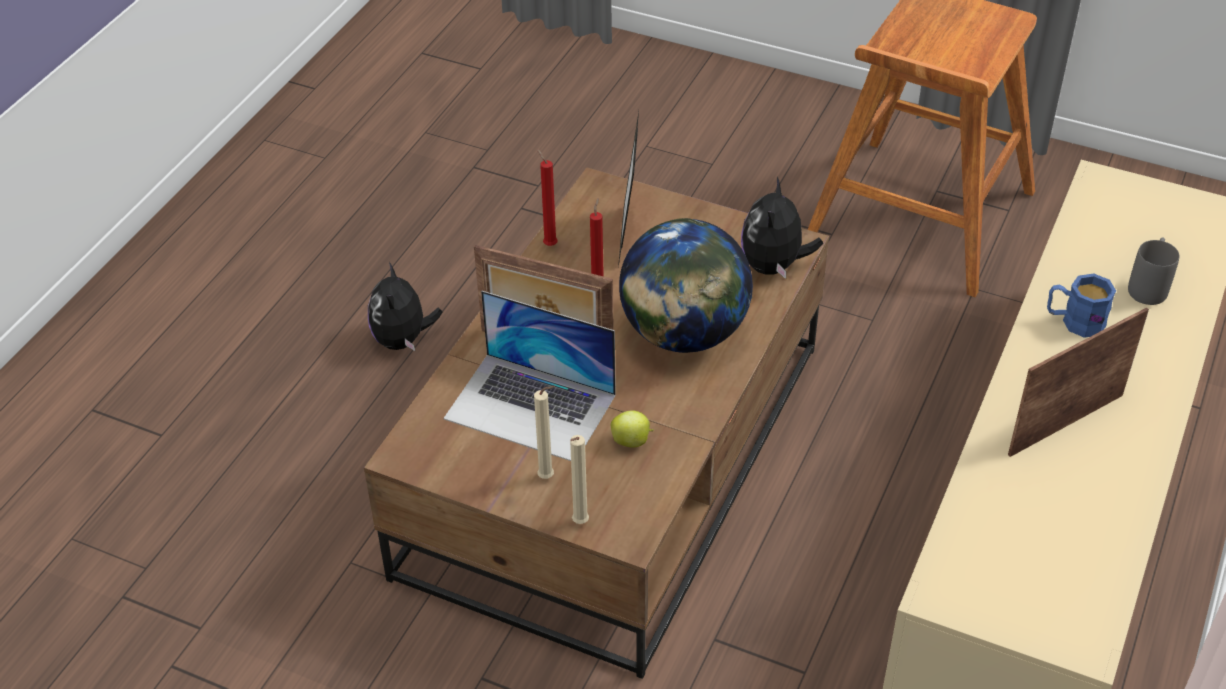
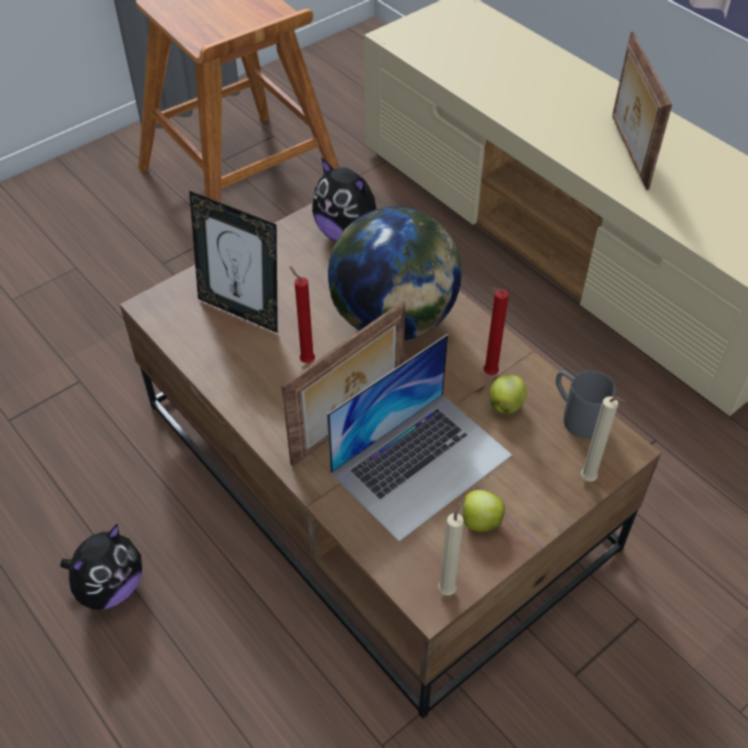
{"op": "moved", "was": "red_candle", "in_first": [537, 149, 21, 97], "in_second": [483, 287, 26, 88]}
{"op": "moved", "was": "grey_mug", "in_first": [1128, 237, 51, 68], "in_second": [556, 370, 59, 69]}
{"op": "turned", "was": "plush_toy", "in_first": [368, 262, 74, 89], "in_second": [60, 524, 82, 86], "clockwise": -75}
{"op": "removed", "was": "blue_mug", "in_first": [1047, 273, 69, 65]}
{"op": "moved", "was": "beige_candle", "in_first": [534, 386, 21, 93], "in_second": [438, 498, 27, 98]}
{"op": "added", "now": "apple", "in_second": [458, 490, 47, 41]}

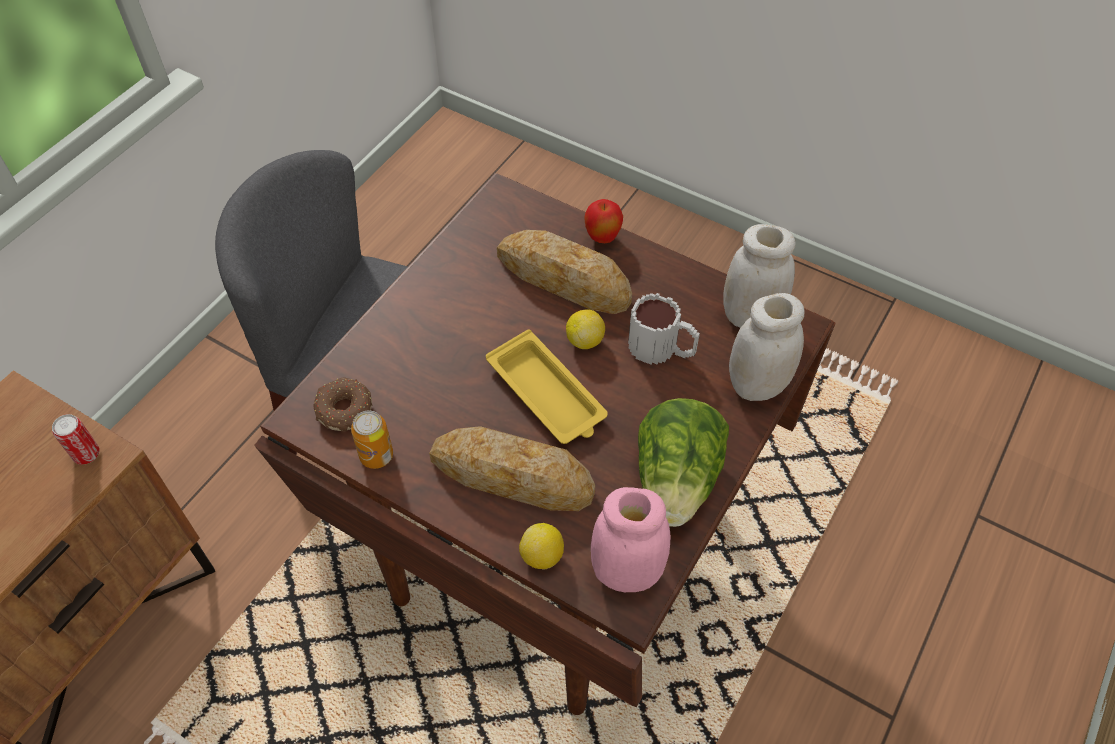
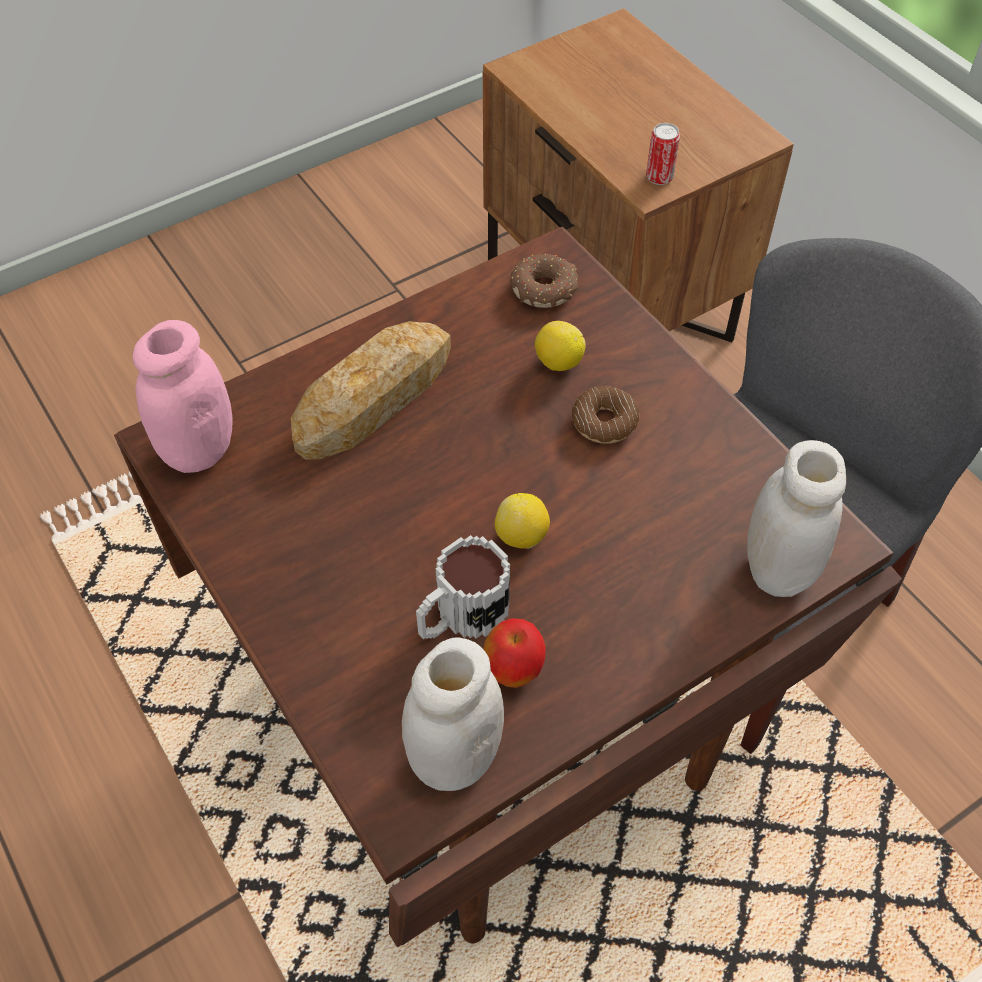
{"op": "moved", "was": "apple", "in_first": [584, 199, 39, 44], "in_second": [483, 618, 63, 70]}
{"op": "removed", "was": "bread", "in_first": [497, 230, 135, 84]}
{"op": "moved", "was": "white_jar", "in_first": [729, 293, 75, 108], "in_second": [747, 440, 99, 157]}
{"op": "removed", "was": "yellow_tray", "in_first": [486, 330, 122, 114]}
{"op": "removed", "was": "lettuce", "in_first": [638, 398, 91, 129]}
{"op": "removed", "was": "can", "in_first": [351, 410, 42, 59]}
{"op": "moved", "was": "lemon", "in_first": [519, 523, 45, 47], "in_second": [535, 321, 51, 50]}
{"op": "added", "now": "donut", "in_second": [572, 386, 67, 58]}

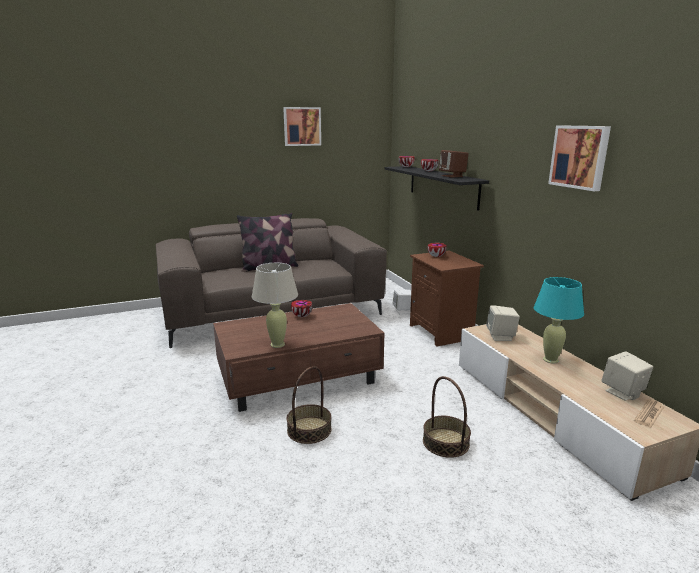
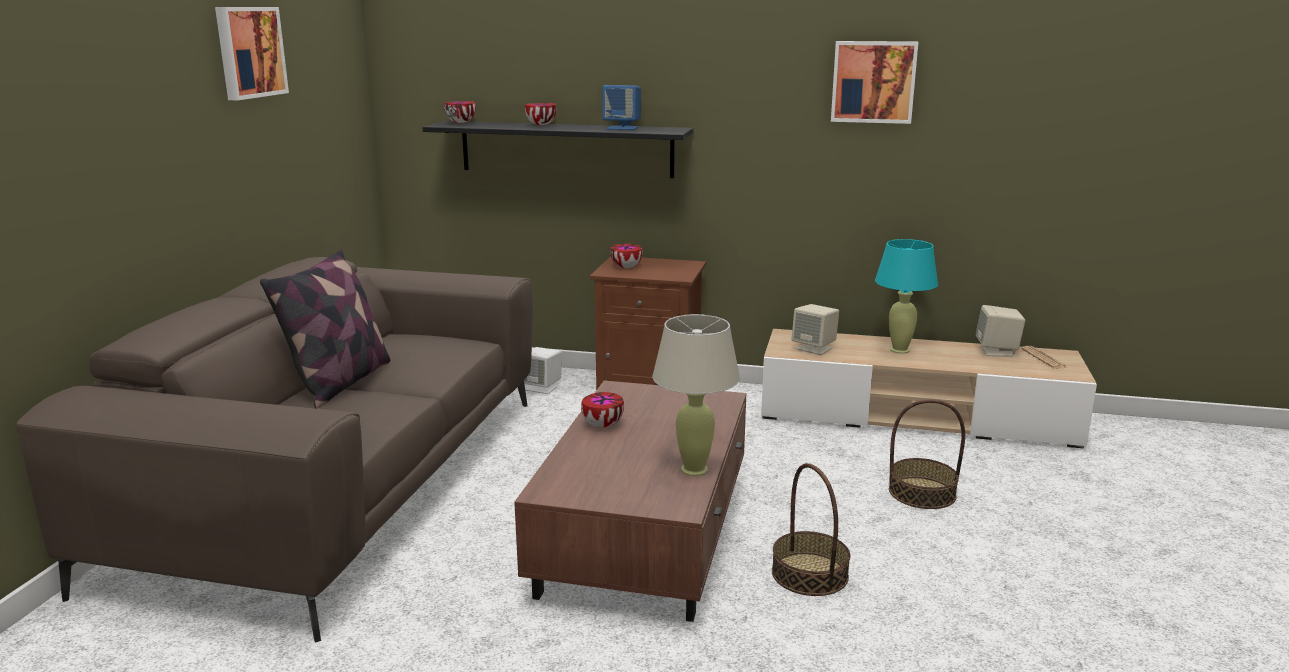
{"op": "recoloured", "was": "brown_speaker", "now": "blue_speaker", "in_first": [439, 150, 30, 28], "in_second": [602, 85, 39, 45]}

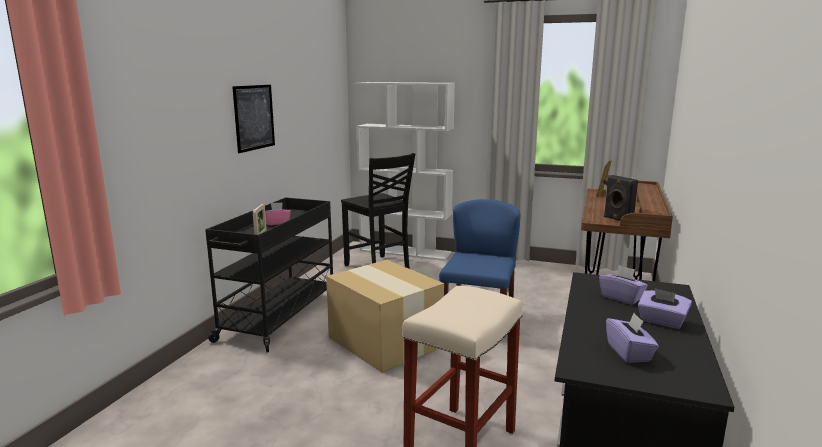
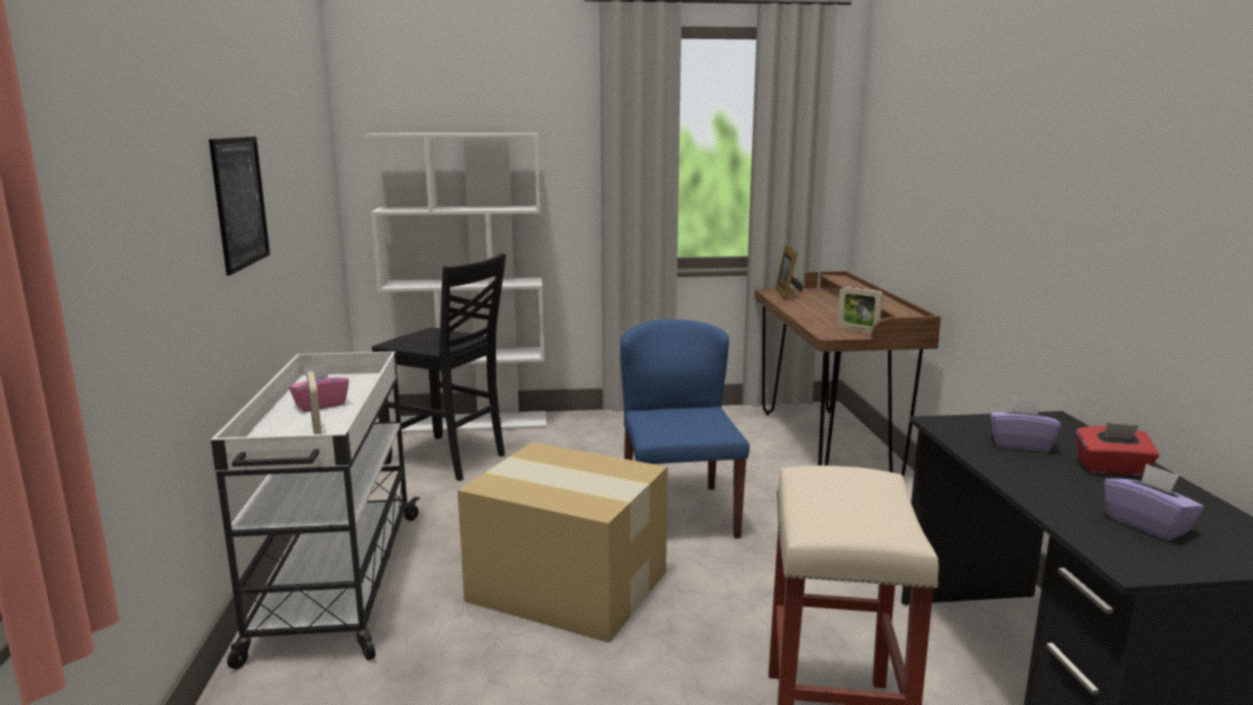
{"op": "replaced", "was": "black_speaker", "now": "picture_frame", "in_first": [604, 175, 34, 46], "in_second": [837, 287, 46, 46]}
{"op": "recoloured", "was": "black_cart", "now": "white_cart", "in_first": [205, 197, 128, 156], "in_second": [211, 351, 209, 318]}
{"op": "recoloured", "was": "purple_tissue_box", "now": "red_tissue_box", "in_first": [638, 288, 54, 41], "in_second": [1076, 423, 83, 53]}

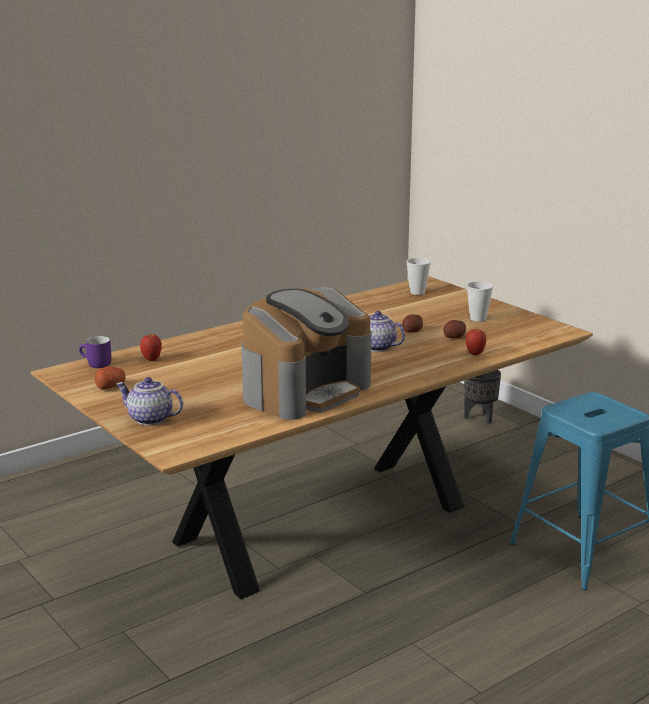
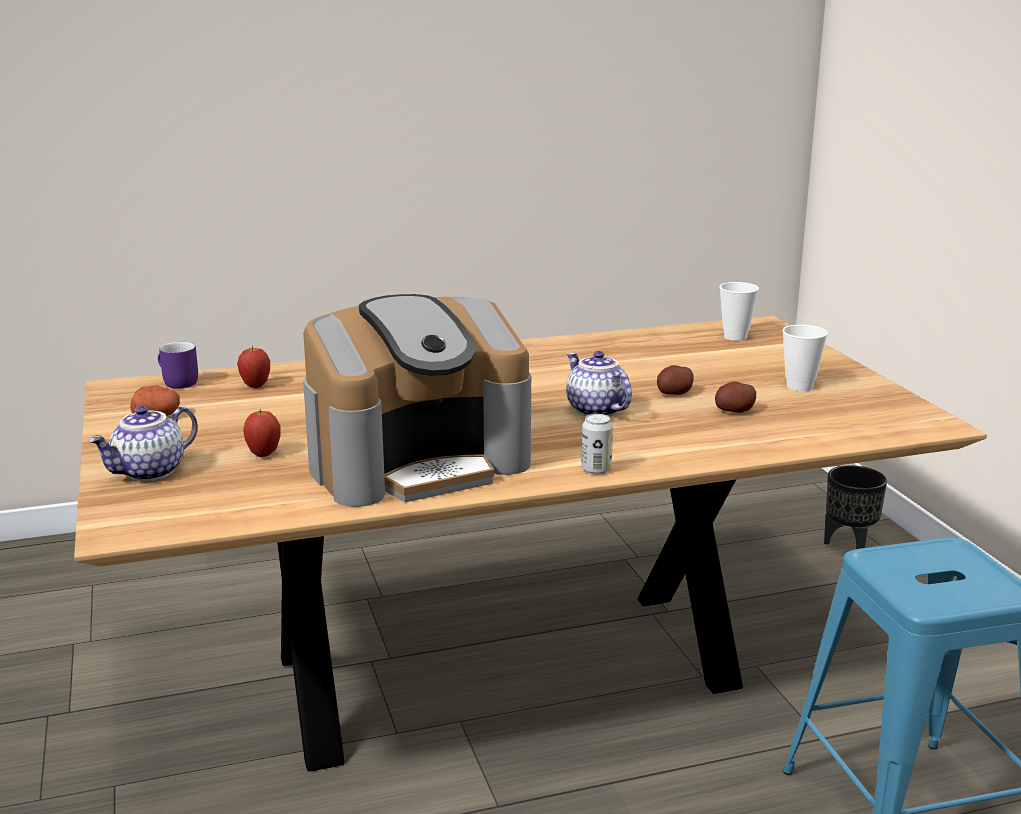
{"op": "moved", "was": "apple", "in_first": [466, 328, 21, 28], "in_second": [243, 410, 38, 47]}
{"op": "turned", "was": "teapot", "in_first": [116, 377, 67, 48], "in_second": [88, 406, 110, 75], "clockwise": -90}
{"op": "added", "now": "can", "in_second": [581, 414, 32, 61]}

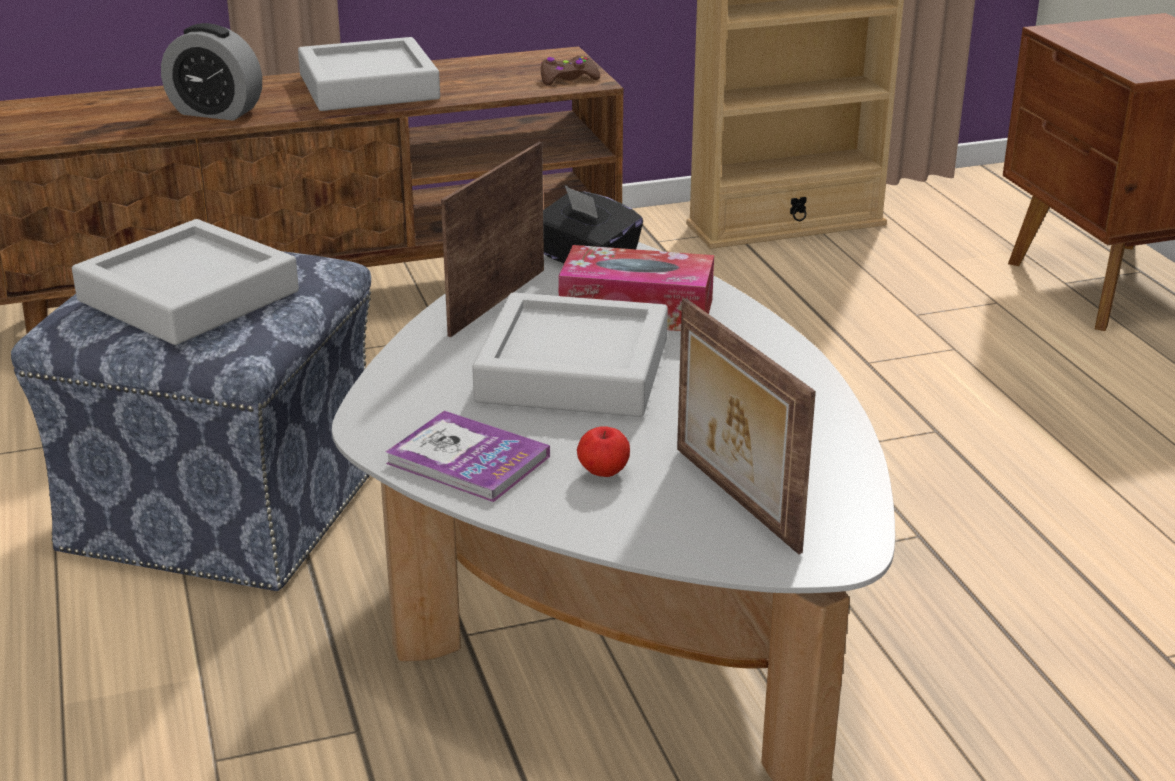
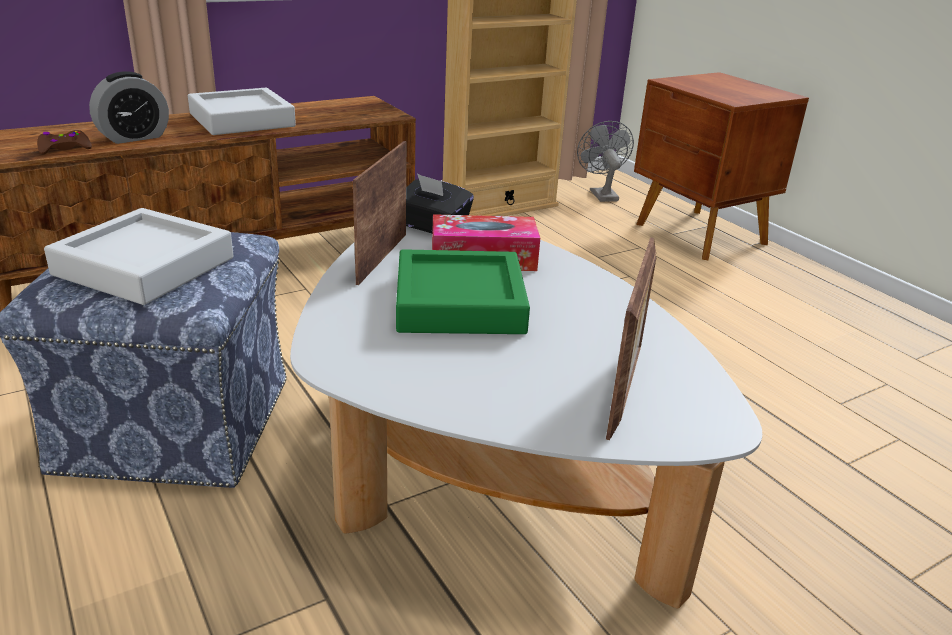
{"op": "turned", "was": "alarm_clock", "in_first": [161, 23, 101, 98], "in_second": [89, 71, 80, 73], "clockwise": -45}
{"op": "moved", "was": "brown_game_controller", "in_first": [541, 56, 59, 29], "in_second": [37, 130, 55, 24]}
{"op": "recoloured", "was": "grey_tray", "now": "green_tray", "in_first": [472, 293, 196, 124], "in_second": [396, 249, 134, 85]}
{"op": "turned", "was": "picture_frame", "in_first": [677, 298, 139, 256], "in_second": [606, 237, 50, 203], "clockwise": -120}
{"op": "removed", "was": "book", "in_first": [386, 411, 164, 91]}
{"op": "removed", "was": "apple", "in_first": [577, 426, 53, 51]}
{"op": "added", "now": "grey_fan", "in_second": [577, 121, 57, 81]}

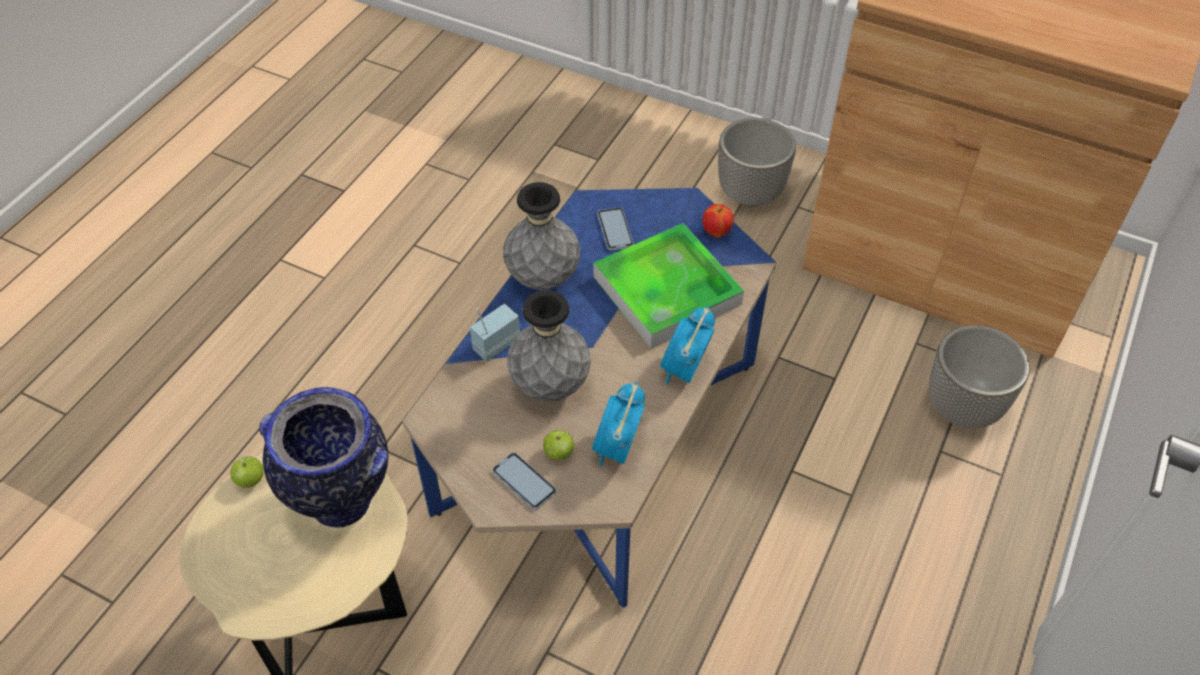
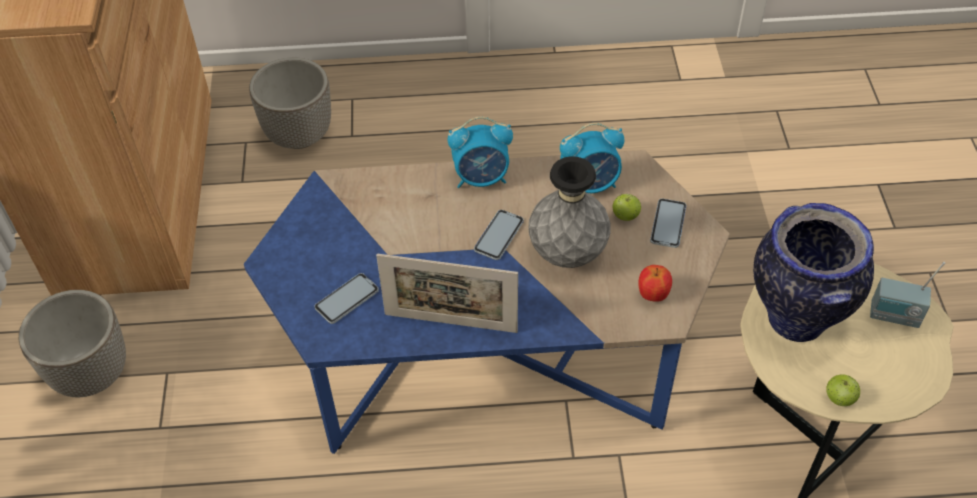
{"op": "replaced", "was": "grey_vase", "now": "picture_frame", "in_first": [503, 182, 77, 108], "in_second": [376, 253, 142, 80]}
{"op": "moved", "was": "apple", "in_first": [702, 204, 32, 34], "in_second": [638, 265, 34, 37]}
{"op": "removed", "was": "tray", "in_first": [593, 223, 151, 125]}
{"op": "moved", "was": "radio", "in_first": [470, 304, 50, 58], "in_second": [870, 262, 75, 66]}
{"op": "added", "now": "phone", "in_second": [474, 210, 50, 50]}

